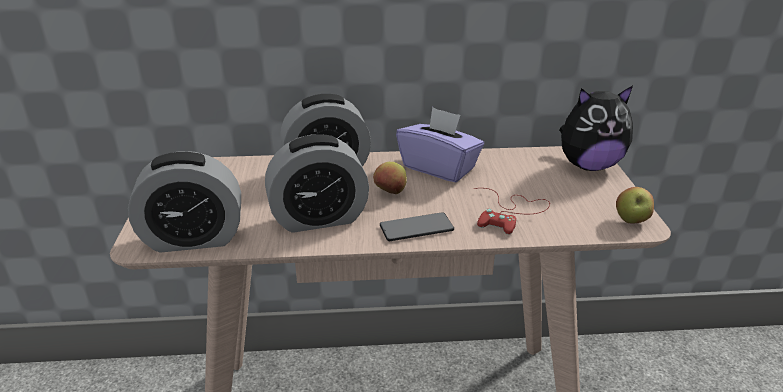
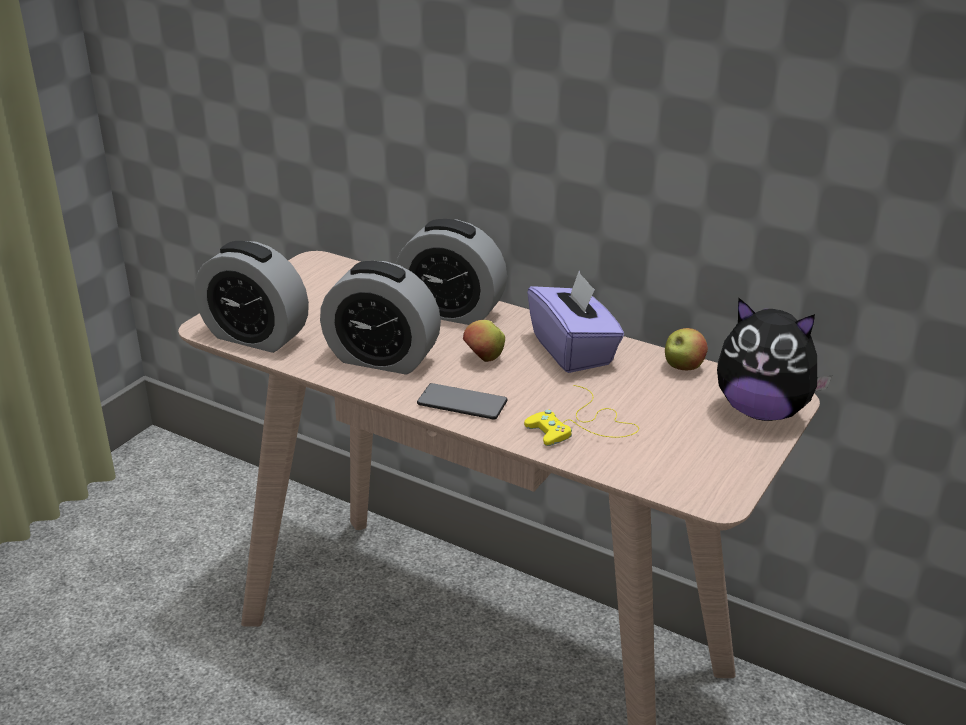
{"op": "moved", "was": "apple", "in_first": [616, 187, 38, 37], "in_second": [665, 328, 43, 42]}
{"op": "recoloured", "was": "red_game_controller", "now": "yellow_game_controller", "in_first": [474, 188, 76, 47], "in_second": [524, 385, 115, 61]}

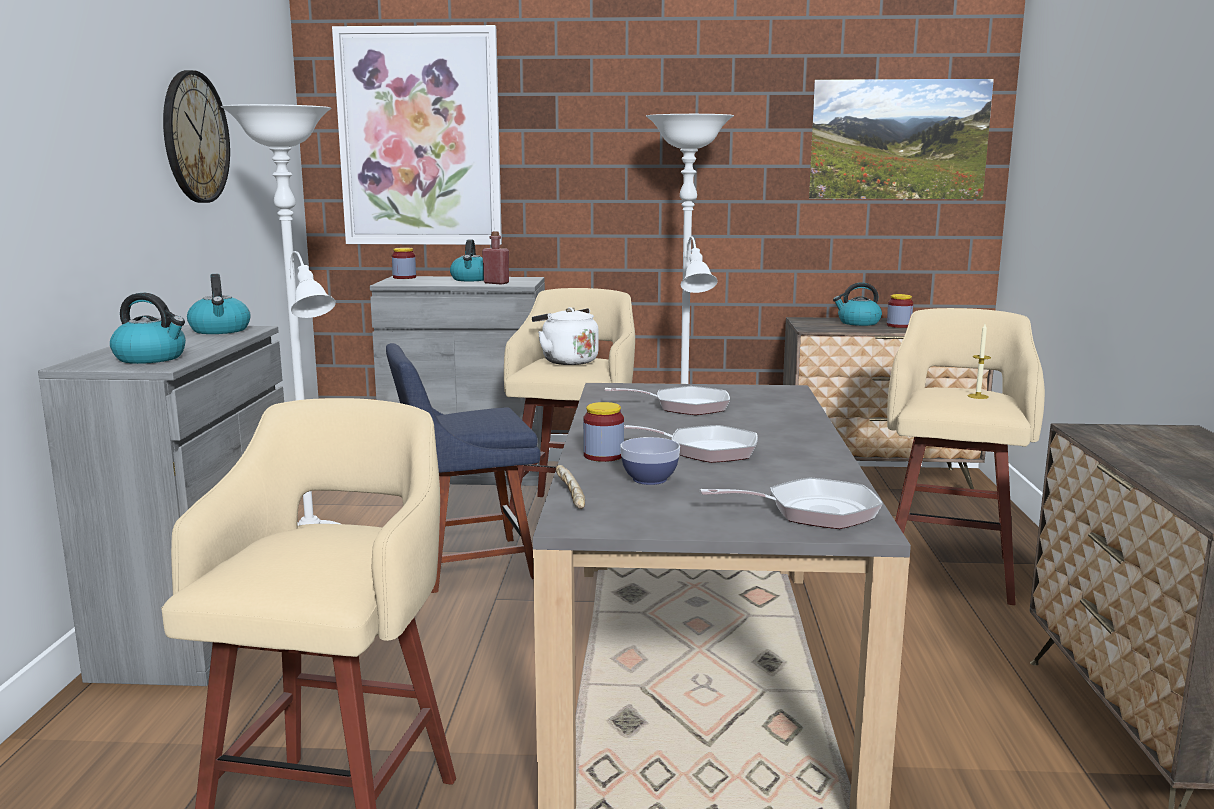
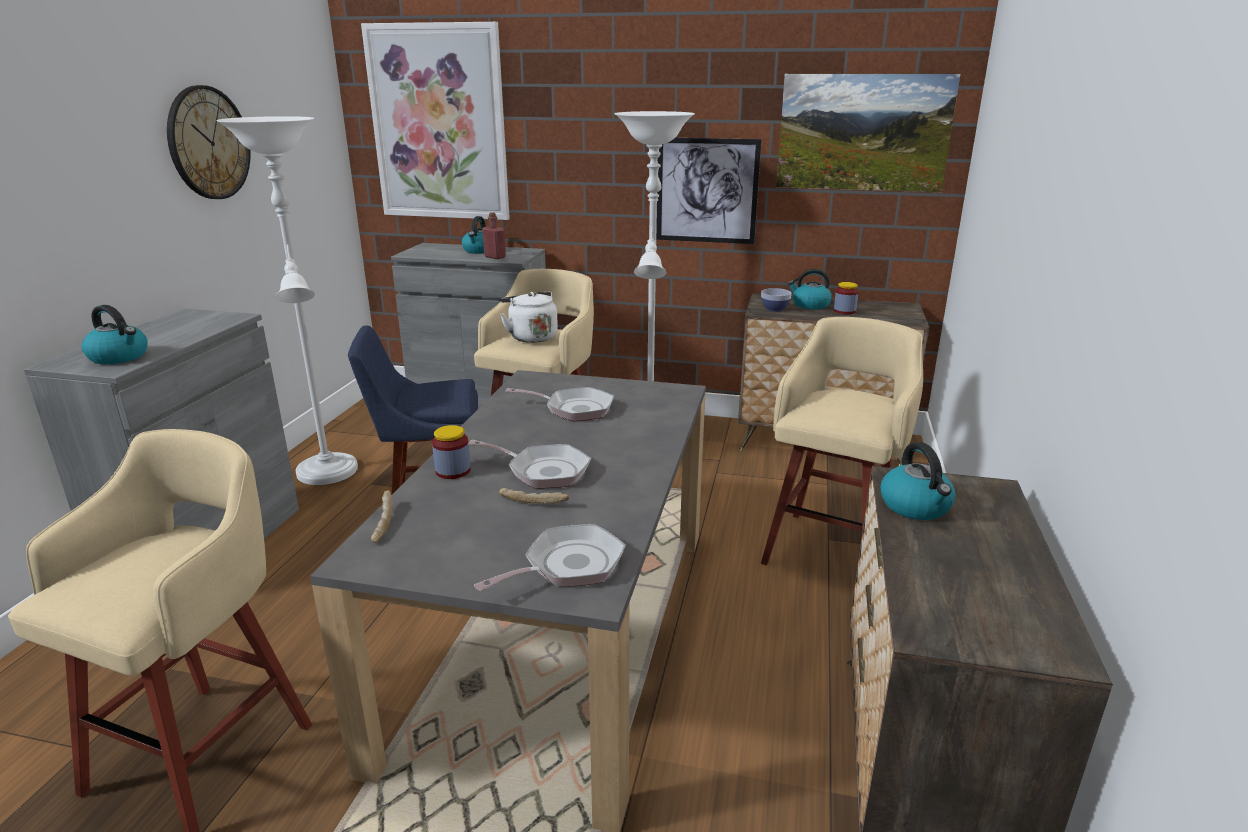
{"op": "removed", "was": "jar", "in_first": [392, 247, 24, 32]}
{"op": "moved", "was": "kettle", "in_first": [187, 274, 64, 60], "in_second": [880, 442, 76, 78]}
{"op": "removed", "was": "candle", "in_first": [968, 324, 23, 75]}
{"op": "moved", "was": "bowl", "in_first": [620, 437, 60, 48], "in_second": [761, 288, 30, 24]}
{"op": "turned", "was": "frying_pan", "in_first": [700, 477, 183, 52], "in_second": [474, 524, 152, 67], "clockwise": -45}
{"op": "added", "now": "picture", "in_second": [656, 138, 105, 106]}
{"op": "added", "now": "bread", "in_second": [499, 488, 70, 16]}

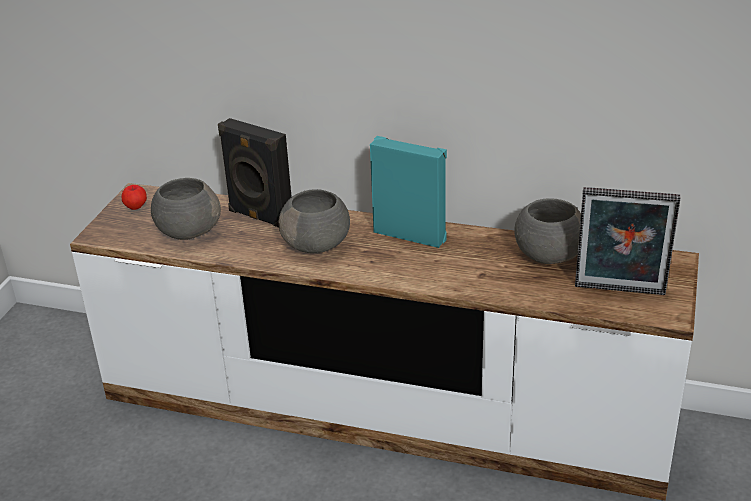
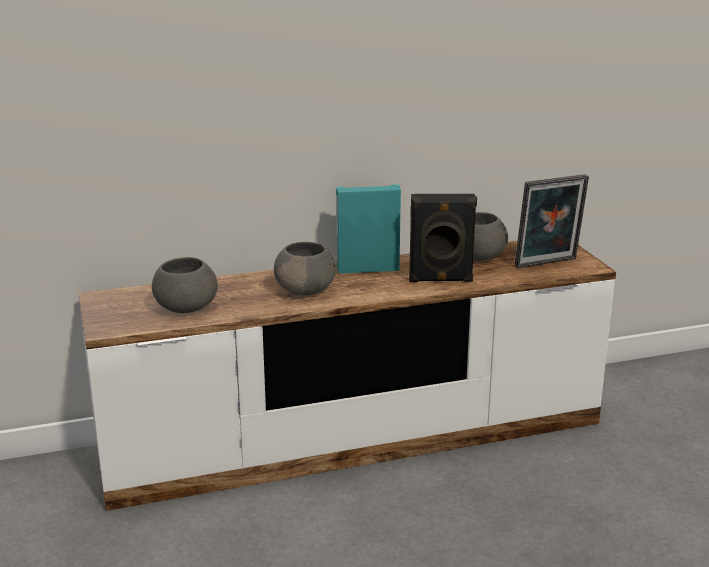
{"op": "moved", "was": "black_speaker", "in_first": [218, 118, 74, 110], "in_second": [409, 194, 68, 88]}
{"op": "removed", "was": "apple", "in_first": [121, 185, 26, 25]}

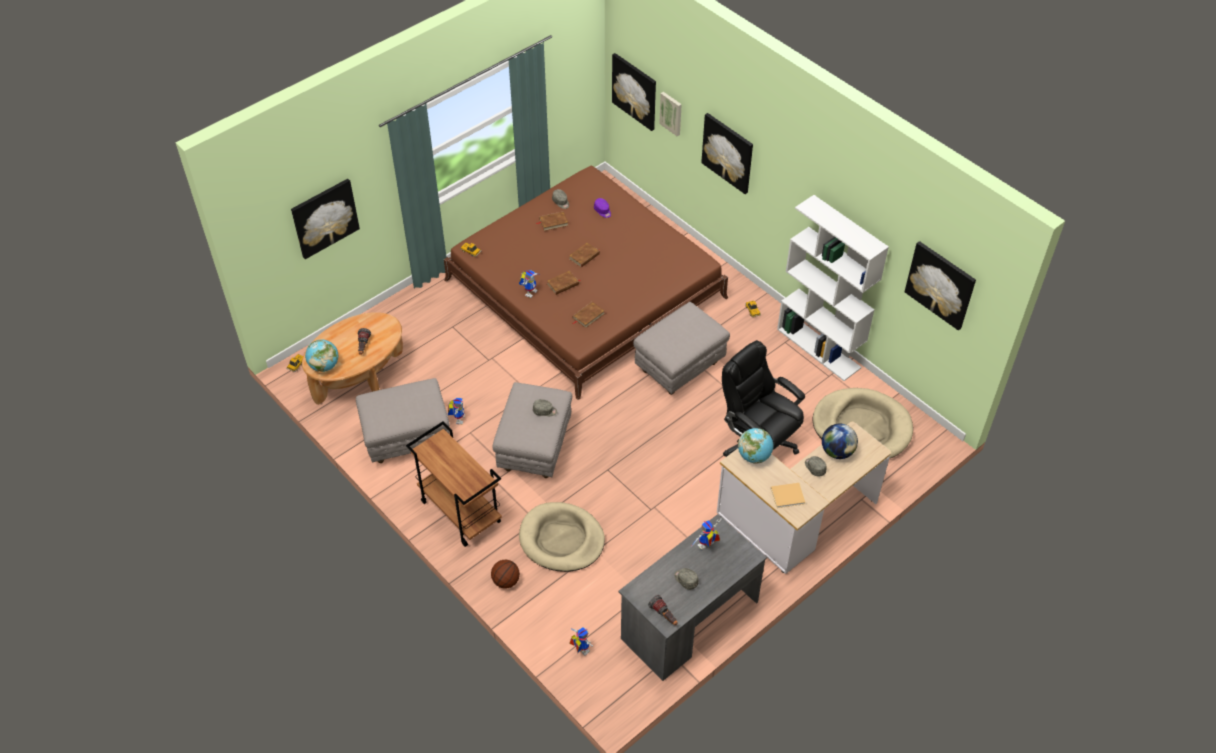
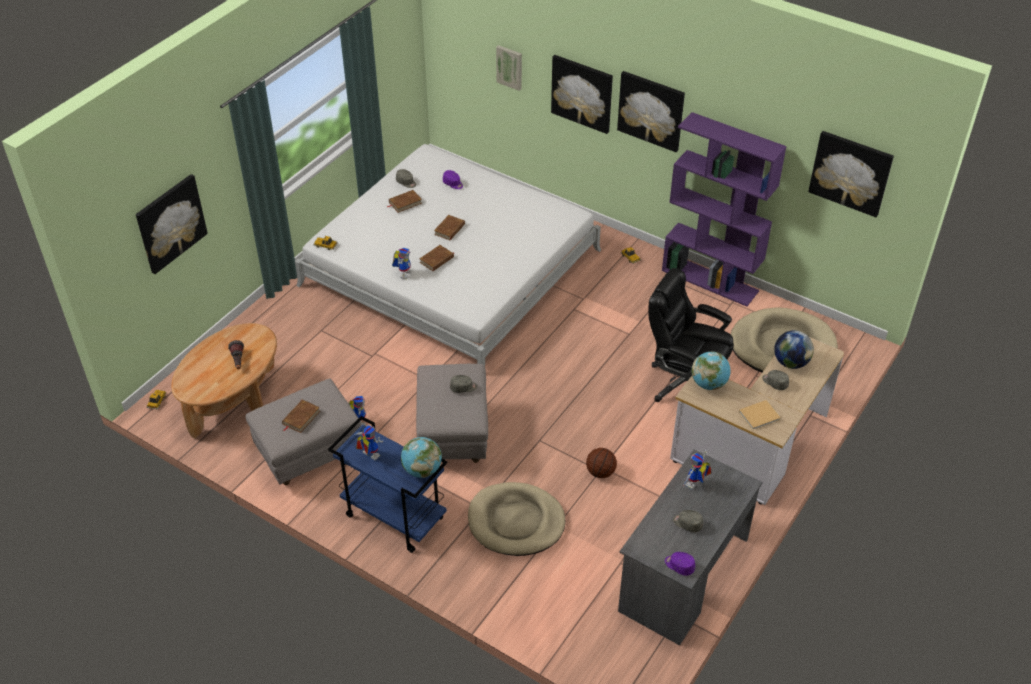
{"op": "moved", "was": "picture", "in_first": [612, 53, 44, 78], "in_second": [617, 71, 68, 81]}
{"op": "recoloured", "was": "brown_bed", "now": "white_bed", "in_first": [444, 166, 284, 234], "in_second": [295, 144, 306, 221]}
{"op": "recoloured", "was": "white_bookcase", "now": "purple_bookcase", "in_first": [777, 195, 112, 186], "in_second": [662, 112, 125, 195]}
{"op": "moved", "was": "brown_book", "in_first": [572, 302, 33, 27], "in_second": [282, 399, 38, 34]}
{"op": "removed", "was": "grey_ottoman", "in_first": [633, 302, 97, 93]}
{"op": "moved", "was": "globe", "in_first": [305, 340, 33, 32], "in_second": [401, 437, 41, 41]}
{"op": "recoloured", "was": "brown_cart", "now": "blue_cart", "in_first": [406, 421, 96, 126], "in_second": [328, 416, 120, 137]}
{"op": "moved", "was": "basketball", "in_first": [491, 560, 29, 29], "in_second": [586, 448, 31, 30]}
{"op": "replaced", "was": "flashlight", "now": "purple_cap", "in_first": [648, 595, 30, 30], "in_second": [665, 552, 30, 24]}
{"op": "moved", "was": "toy_robot", "in_first": [569, 627, 24, 29], "in_second": [354, 425, 29, 35]}

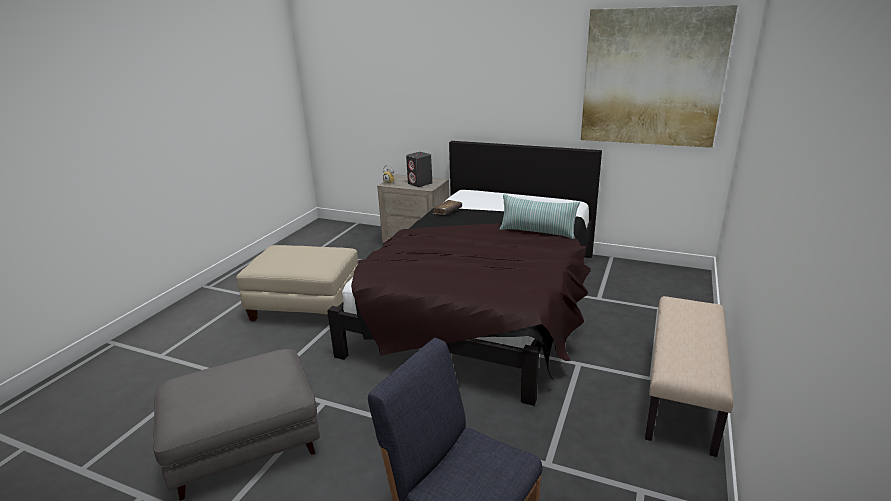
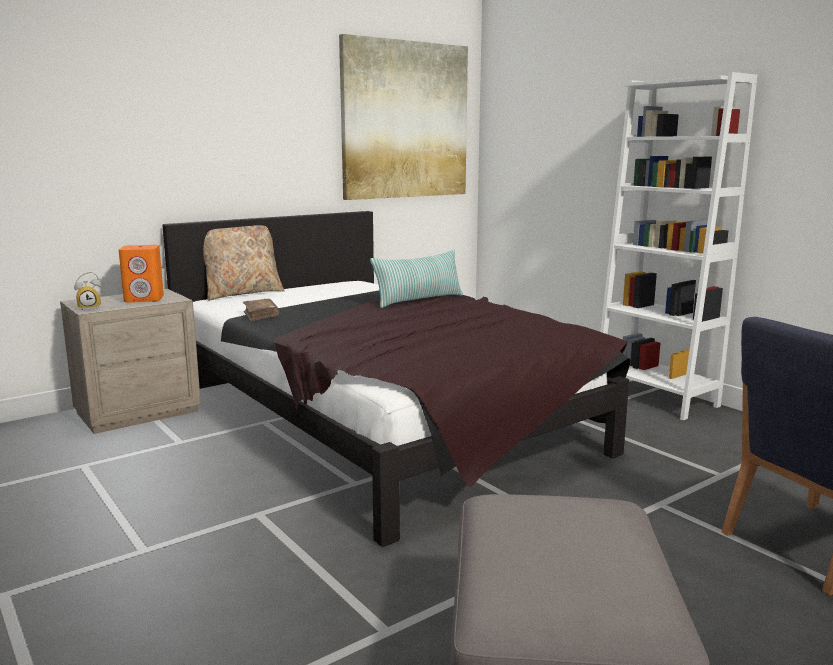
{"op": "recoloured", "was": "grey_speaker", "now": "orange_speaker", "in_first": [406, 152, 26, 35], "in_second": [119, 245, 45, 58]}
{"op": "removed", "was": "beige_ottoman", "in_first": [236, 245, 122, 76]}
{"op": "replaced", "was": "beige_bench", "now": "white_bookcase", "in_first": [645, 296, 89, 161], "in_second": [601, 72, 156, 348]}
{"op": "added", "now": "beige_pillow", "in_second": [195, 217, 90, 84]}

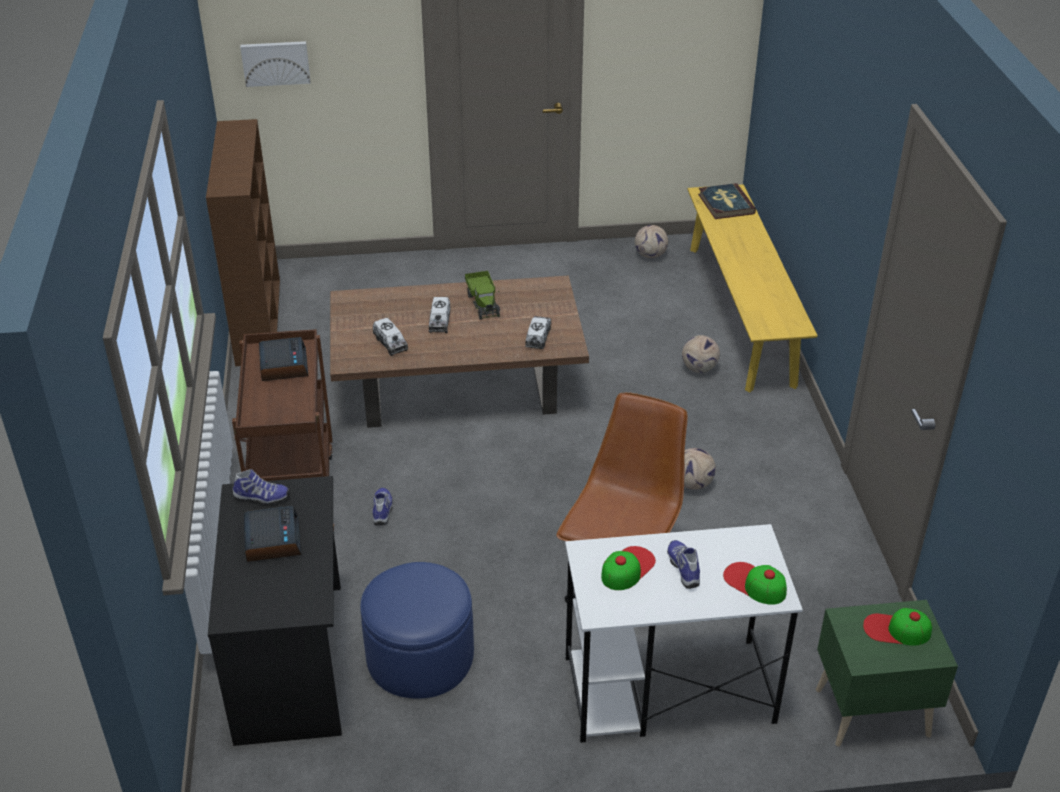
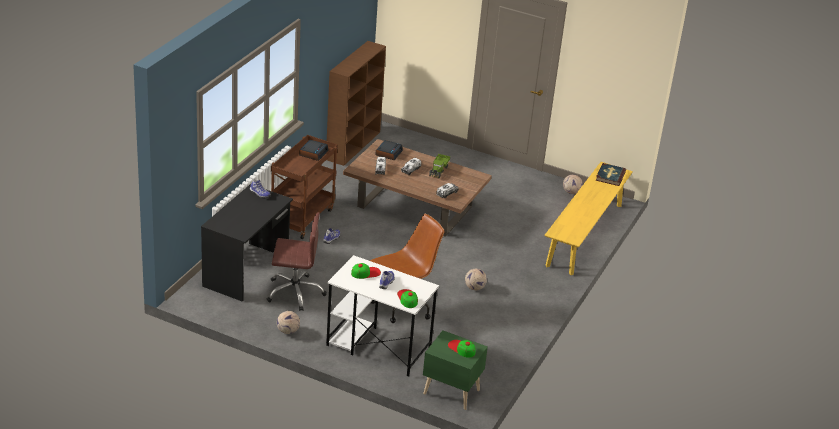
{"op": "removed", "was": "picture", "in_first": [240, 41, 70, 46]}
{"op": "moved", "was": "football", "in_first": [682, 335, 38, 38], "in_second": [277, 311, 23, 23]}
{"op": "moved", "was": "alarm_clock", "in_first": [244, 505, 57, 57], "in_second": [375, 140, 28, 20]}
{"op": "replaced", "was": "blue_ottoman", "now": "brown_office_chair", "in_first": [360, 562, 114, 137], "in_second": [267, 212, 60, 99]}

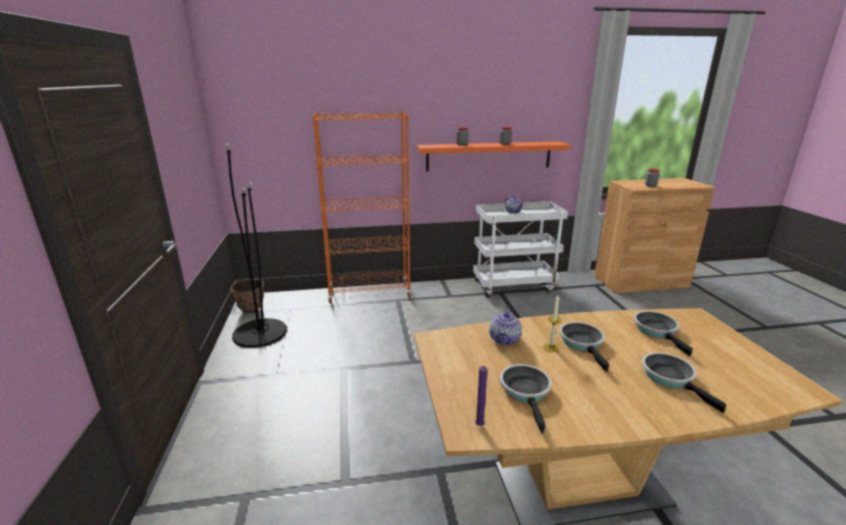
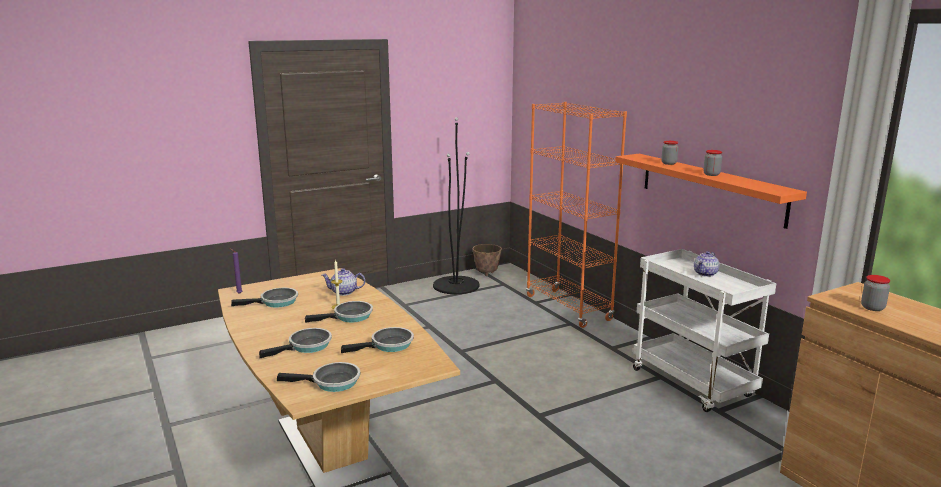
{"op": "added", "now": "frying_pan", "in_second": [277, 362, 83, 30]}

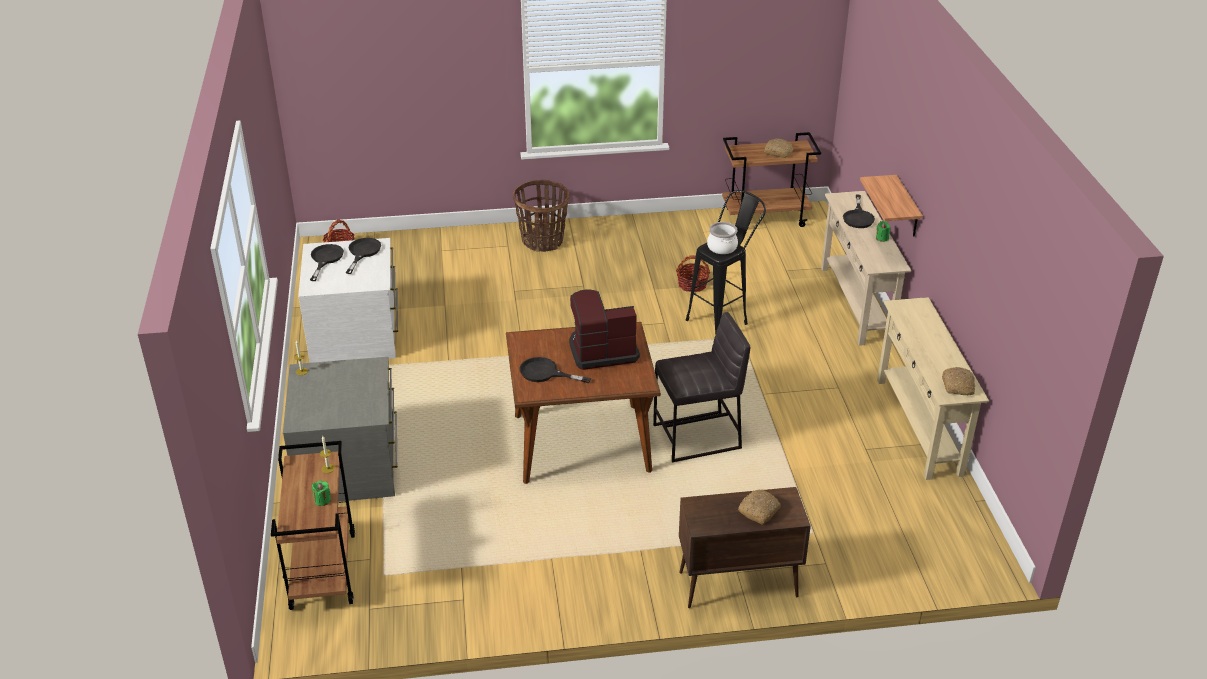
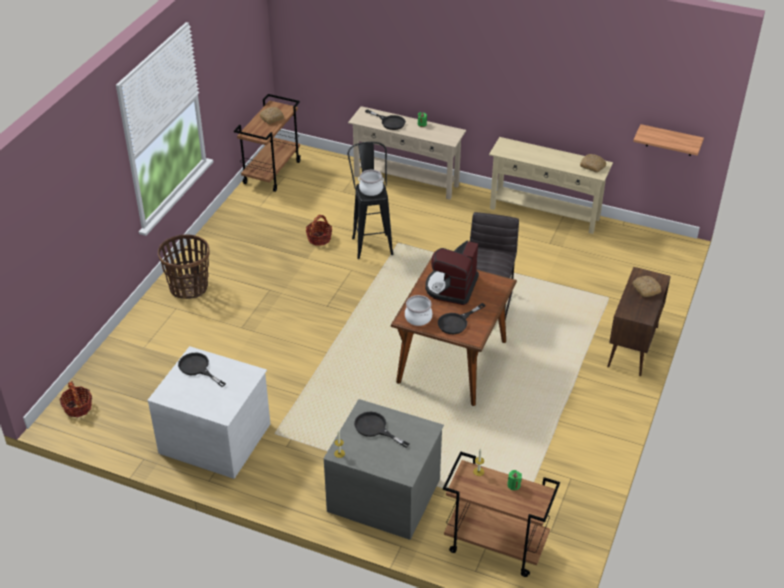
{"op": "moved", "was": "shelf", "in_first": [860, 175, 63, 62], "in_second": [633, 124, 71, 32]}
{"op": "moved", "was": "black_frying_pan", "in_first": [310, 244, 34, 37], "in_second": [354, 412, 55, 36]}
{"op": "added", "now": "cooking_pot", "in_second": [405, 295, 28, 31]}

